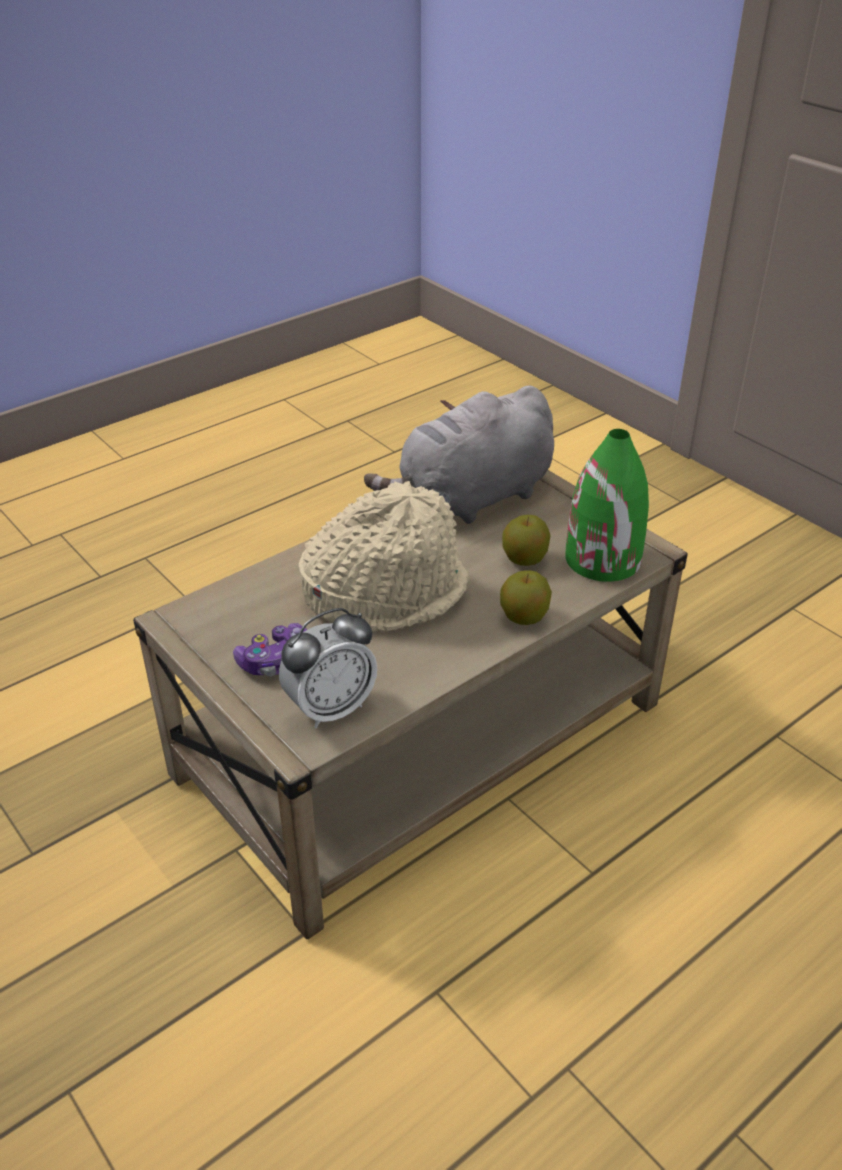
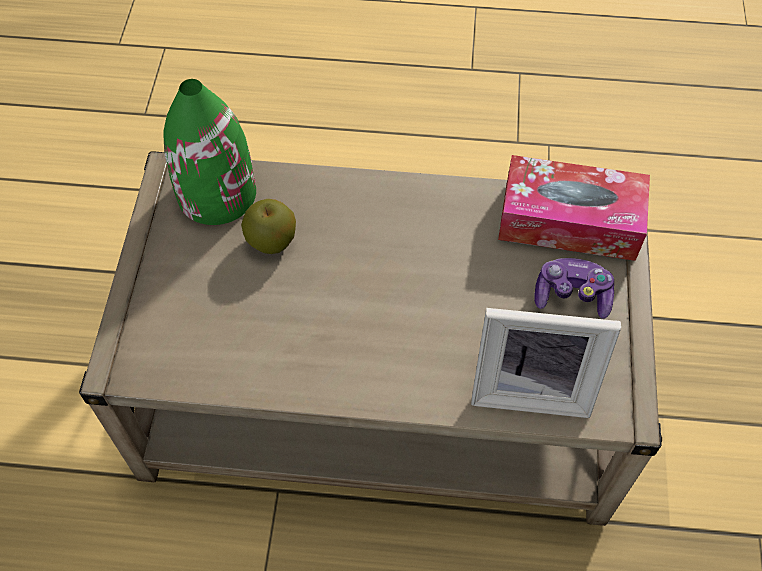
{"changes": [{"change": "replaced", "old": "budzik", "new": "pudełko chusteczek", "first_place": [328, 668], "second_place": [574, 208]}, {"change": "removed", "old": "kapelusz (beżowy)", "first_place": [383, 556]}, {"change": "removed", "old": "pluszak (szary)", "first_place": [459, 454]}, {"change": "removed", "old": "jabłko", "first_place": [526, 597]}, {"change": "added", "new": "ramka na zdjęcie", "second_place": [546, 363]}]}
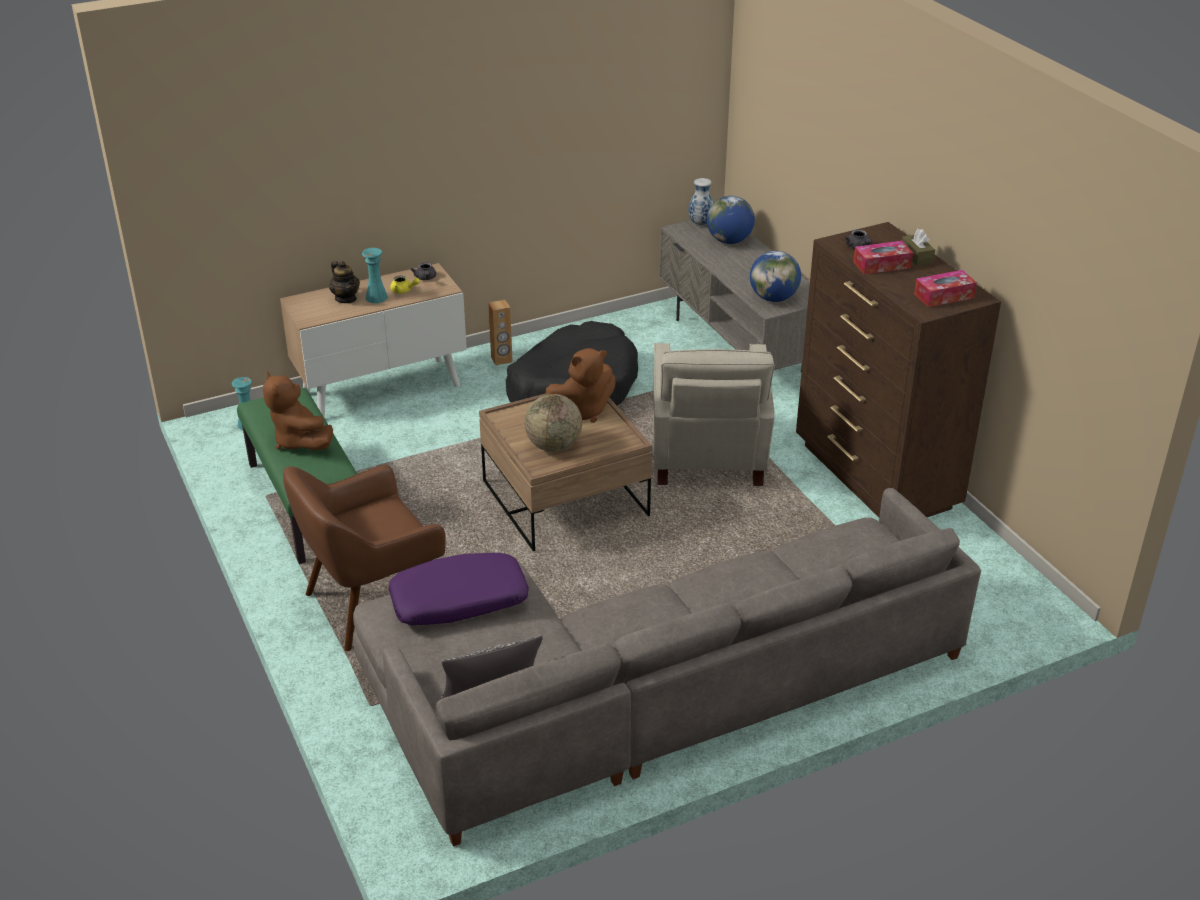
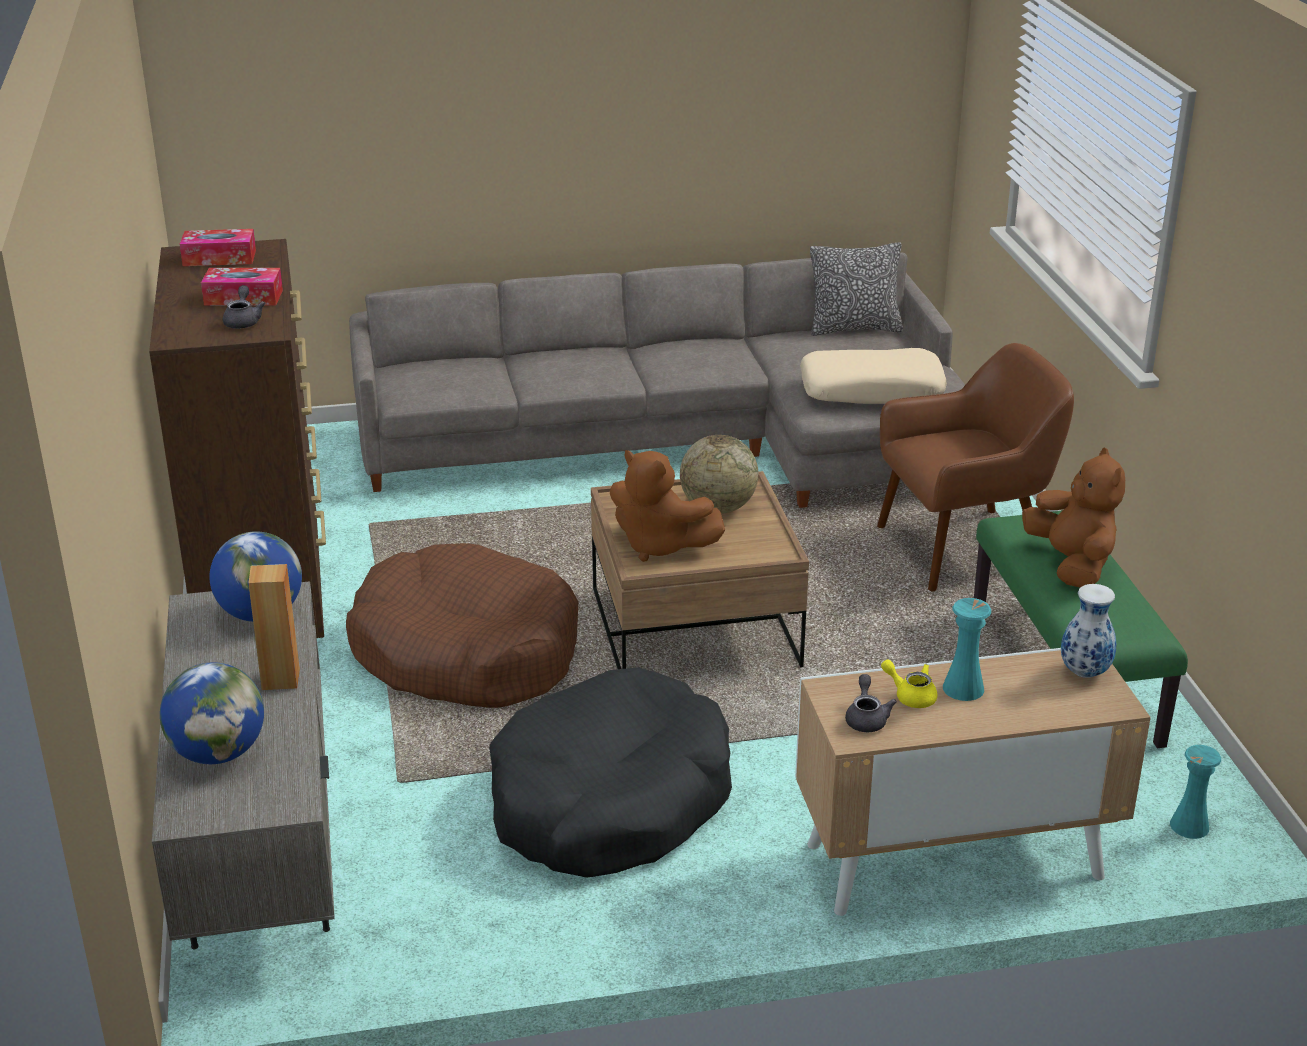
{"changes": [{"change": "removed", "old": "imbryk", "first_place": [344, 282]}, {"change": "recoloured", "old": "poduszka (fioletowy)", "new": "poduszka (beżowy)", "first_place": [458, 589], "second_place": [873, 376]}, {"change": "moved", "old": "głośnik (brązowy)", "first_place": [500, 332], "second_place": [274, 627]}, {"change": "turned", "old": "pluszak (brązowy)", "first_place": [581, 385], "second_place": [667, 506], "degrees": -135}, {"change": "replaced", "old": "fotel (beżowy)", "new": "legowisko (brązowy)", "first_place": [714, 414], "second_place": [462, 625]}, {"change": "moved", "old": "wazon", "first_place": [700, 202], "second_place": [1088, 631]}, {"change": "removed", "old": "pudełko chusteczek (brązowy)", "first_place": [918, 247]}]}
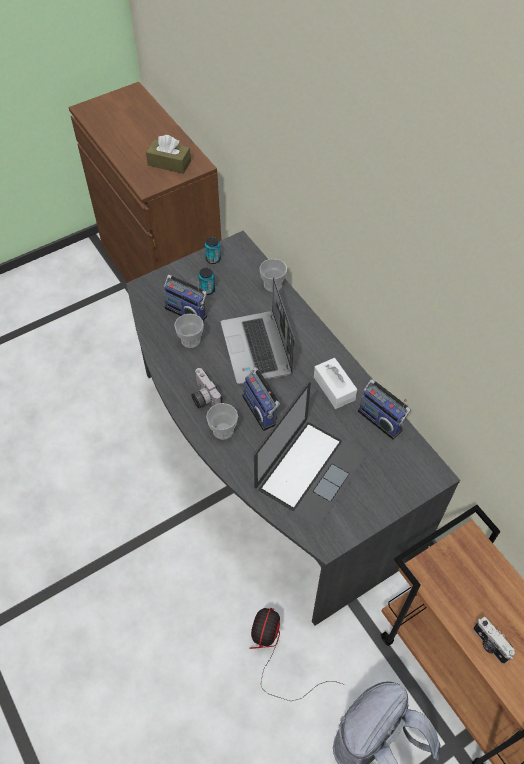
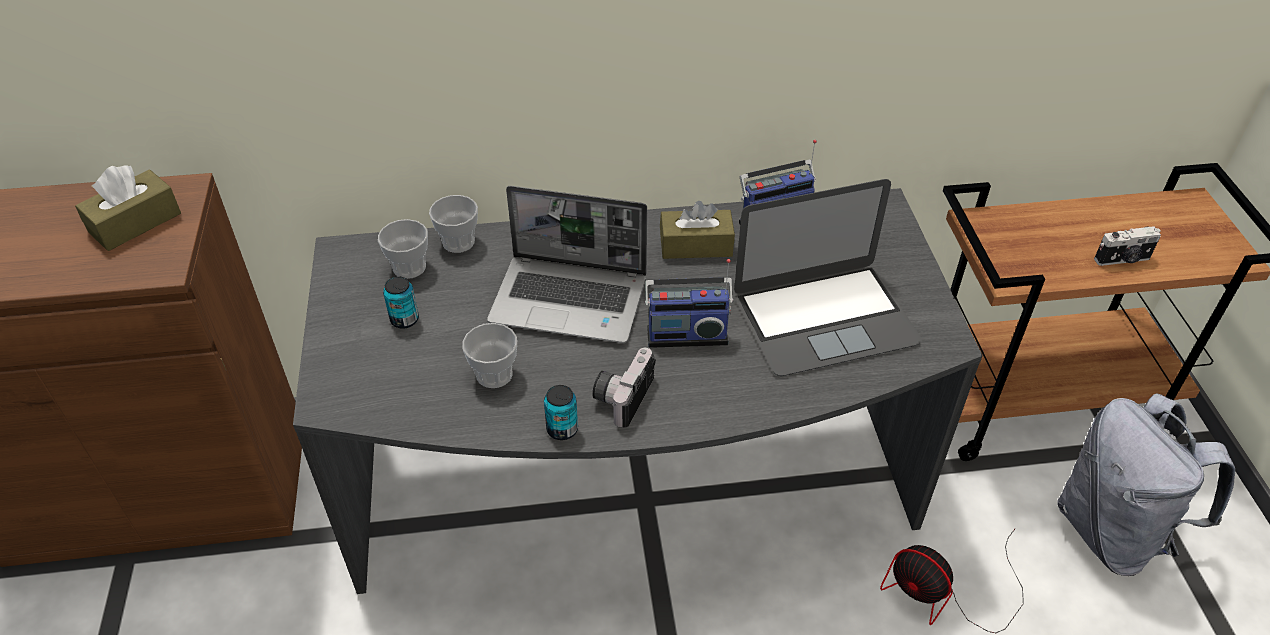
{"changes": [{"change": "removed", "old": "radio", "first_place": [185, 298]}, {"change": "turned", "old": "aparat fotograficzny", "first_place": [207, 388], "second_place": [624, 388], "degrees": 120}, {"change": "moved", "old": "puszka", "first_place": [213, 250], "second_place": [561, 412]}, {"change": "moved", "old": "filiżanka", "first_place": [222, 421], "second_place": [403, 249]}, {"change": "turned", "old": "laptop", "first_place": [310, 454], "second_place": [828, 277], "degrees": 105}, {"change": "recoloured", "old": "pudełko chusteczek (biały)", "new": "pudełko chusteczek (brązowy)", "first_place": [335, 383], "second_place": [697, 230]}]}
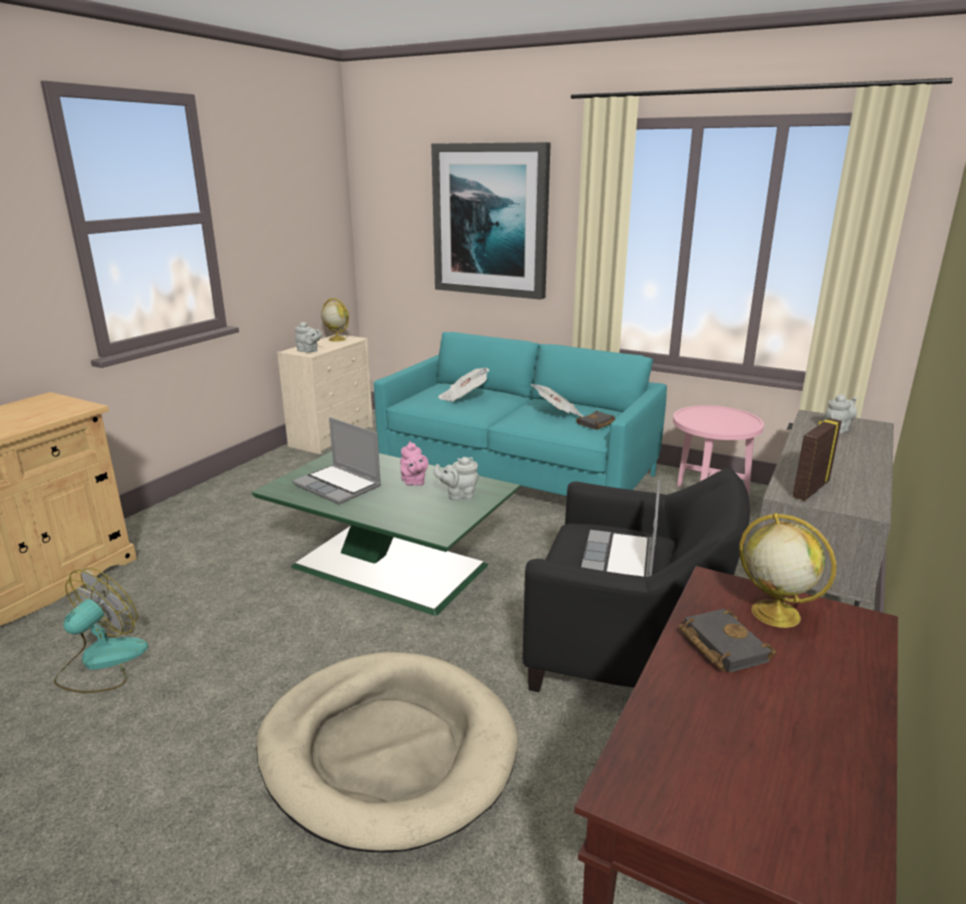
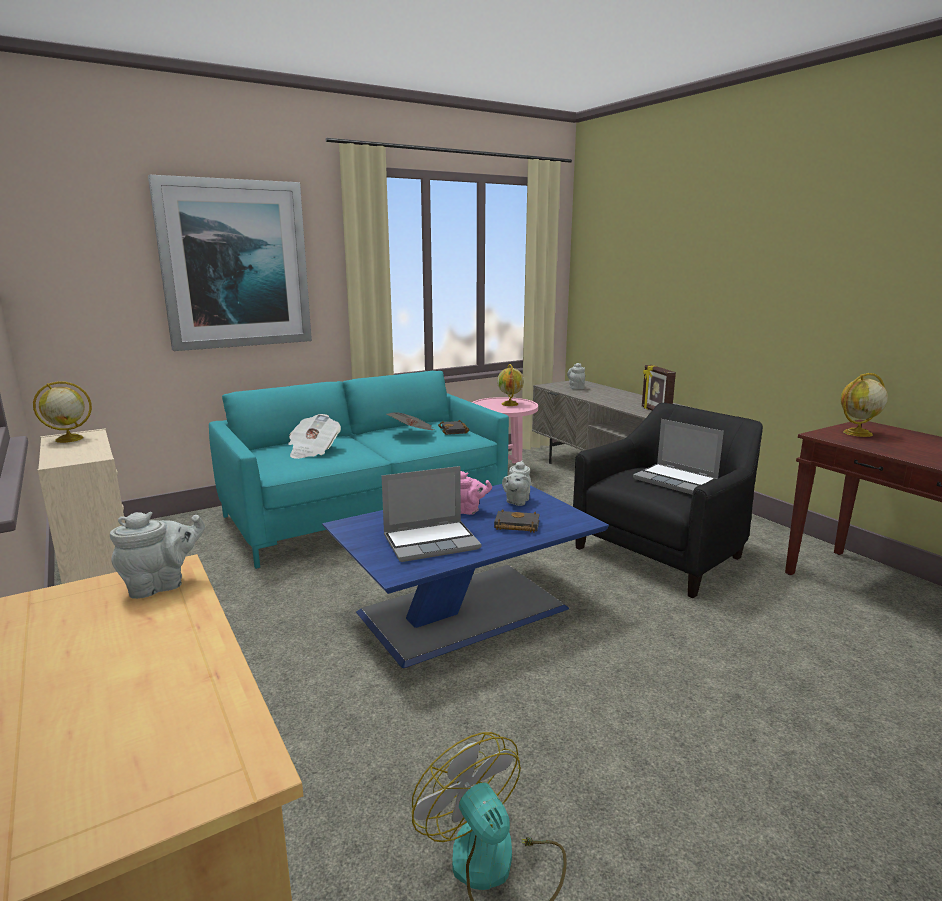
{"changes": [{"change": "recoloured", "old": "ława (zielony)", "new": "ława (niebieski)", "first_place": [385, 533], "second_place": [465, 576]}, {"change": "removed", "old": "legowisko (beżowy)", "first_place": [387, 752]}, {"change": "moved", "old": "imbryk (szary)", "first_place": [308, 337], "second_place": [157, 555]}, {"change": "moved", "old": "książka (czarny)", "first_place": [727, 641], "second_place": [517, 521]}, {"change": "added", "new": "globus", "second_place": [510, 385]}]}
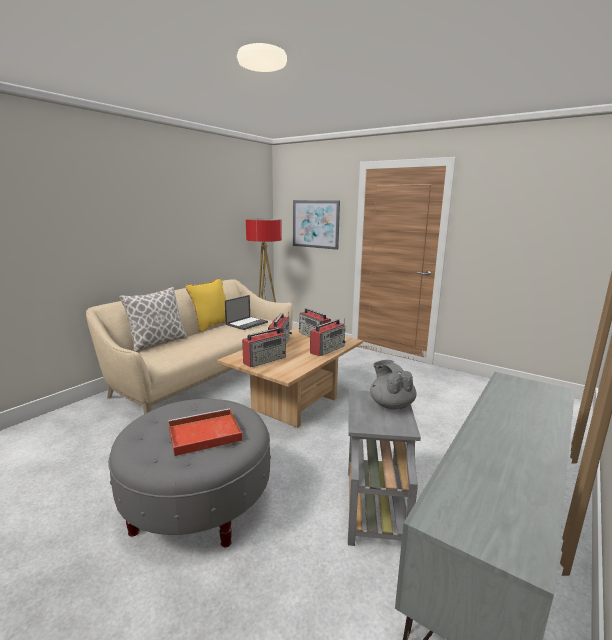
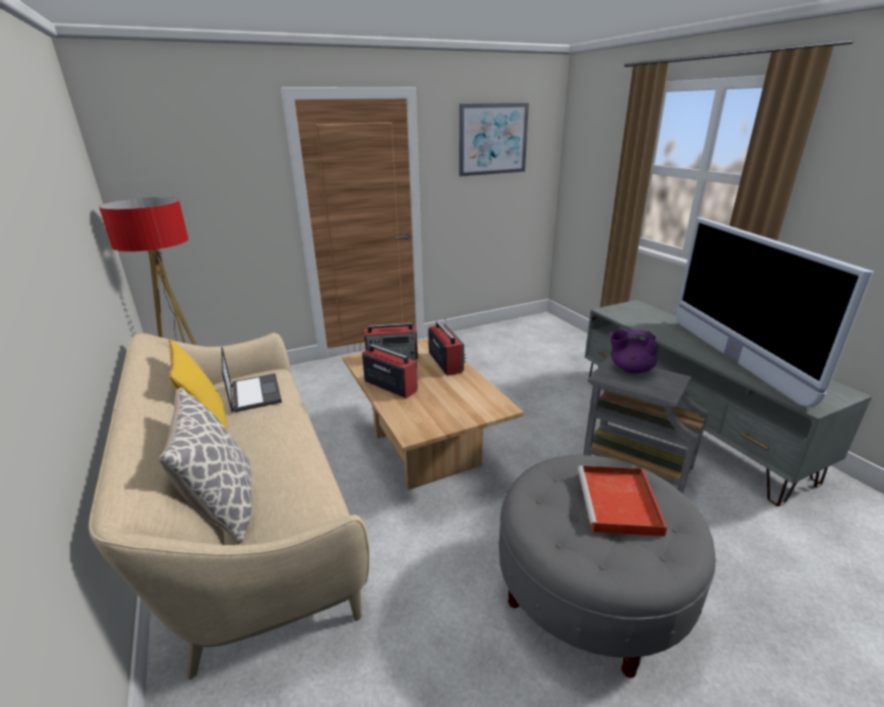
{"changes": [{"change": "removed", "old": "radio", "first_place": [264, 347]}, {"change": "moved", "old": "obraz", "first_place": [316, 225], "second_place": [494, 139]}, {"change": "recoloured", "old": "imbryk (szary)", "new": "imbryk (fioletowy)", "first_place": [393, 385], "second_place": [633, 351]}, {"change": "added", "new": "telewizor", "second_place": [775, 312]}]}
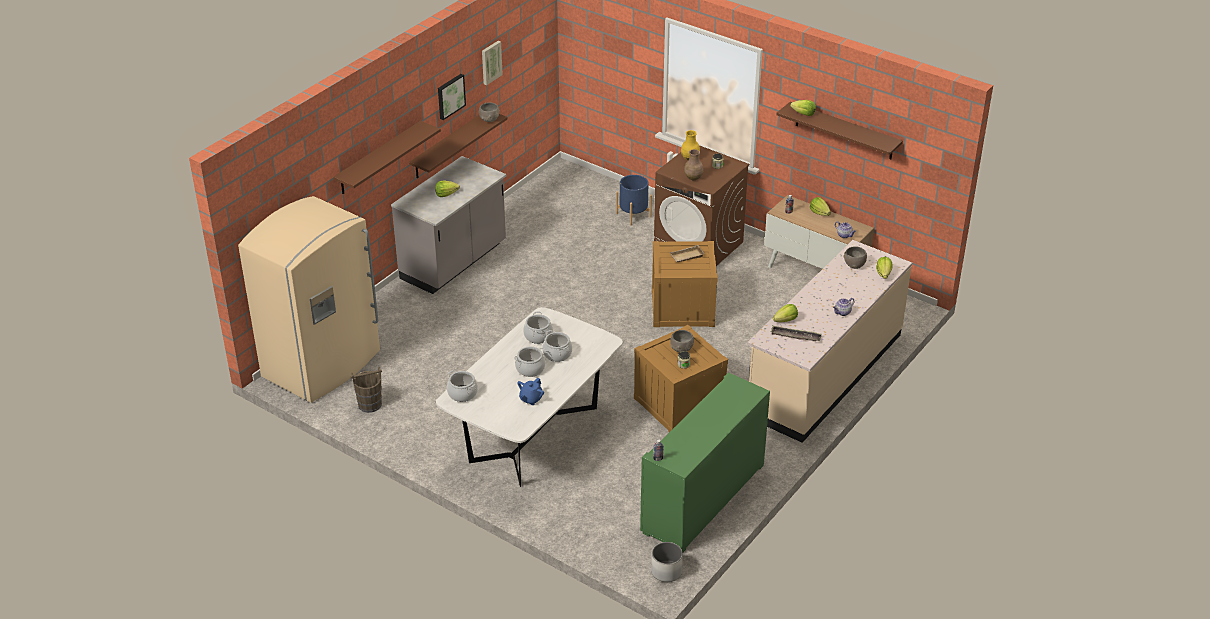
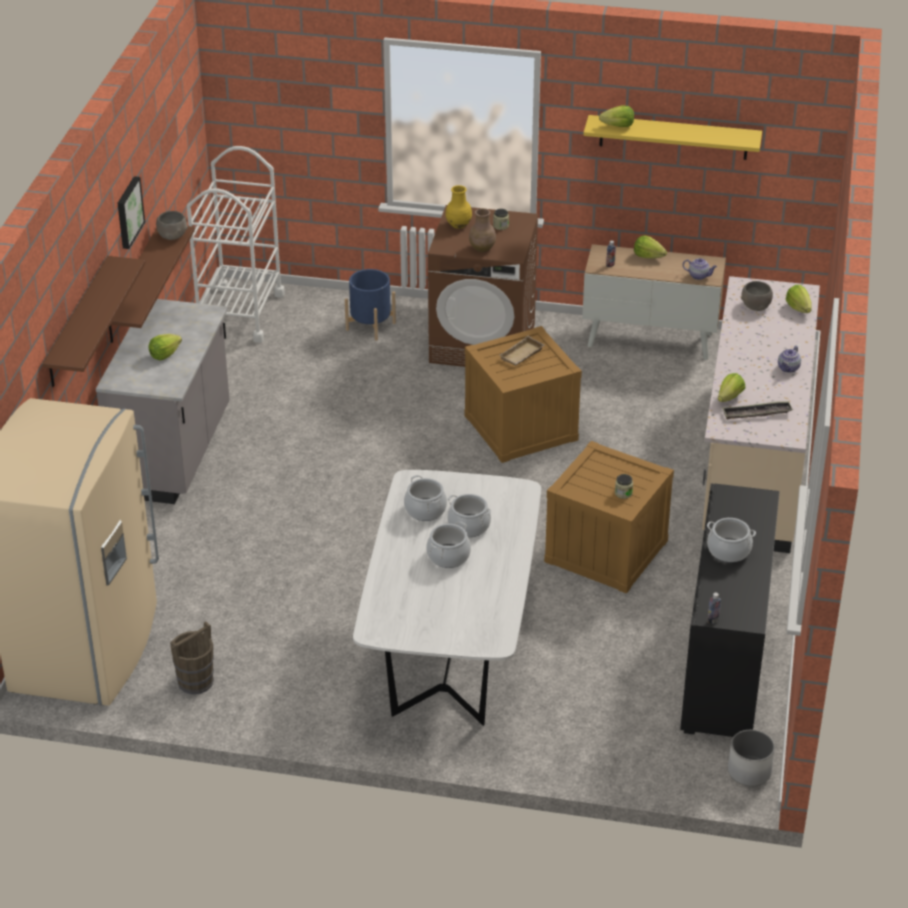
{"changes": [{"change": "moved", "old": "garnek", "first_place": [462, 386], "second_place": [731, 540]}, {"change": "removed", "old": "obraz", "first_place": [492, 63]}, {"change": "removed", "old": "imbryk (niebieski)", "first_place": [530, 391]}, {"change": "recoloured", "old": "szafka (zielony)", "new": "szafka (czarny)", "first_place": [705, 462], "second_place": [730, 610]}, {"change": "removed", "old": "miska (szary)", "first_place": [682, 341]}, {"change": "recoloured", "old": "półka (brązowy)", "new": "półka (żółty)", "first_place": [839, 130], "second_place": [672, 137]}, {"change": "added", "new": "wózek (biały)", "second_place": [236, 244]}]}
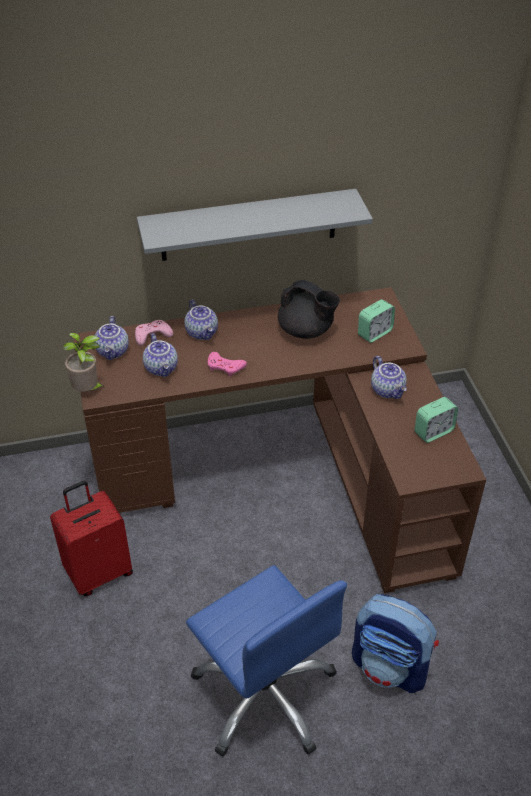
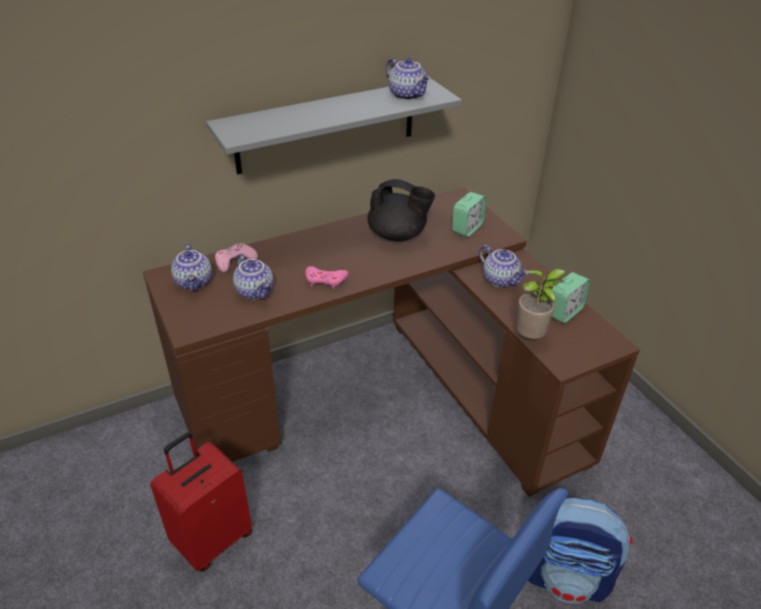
{"changes": [{"change": "moved", "old": "roślina doniczkowa", "first_place": [83, 362], "second_place": [541, 304]}, {"change": "moved", "old": "imbryk", "first_place": [201, 319], "second_place": [408, 79]}]}
